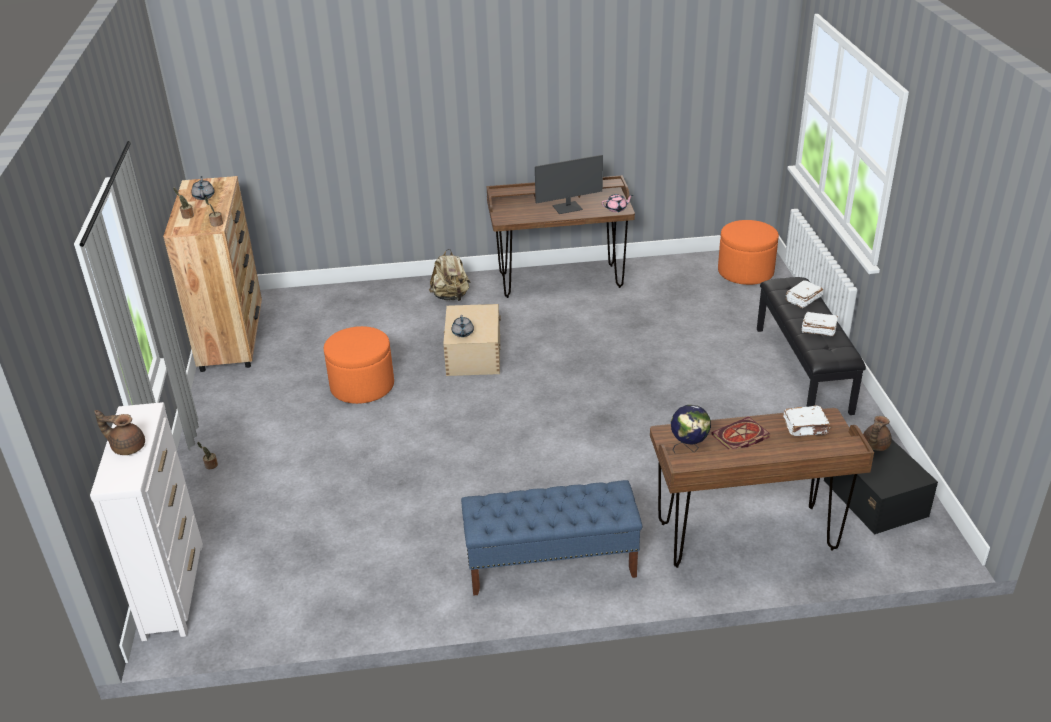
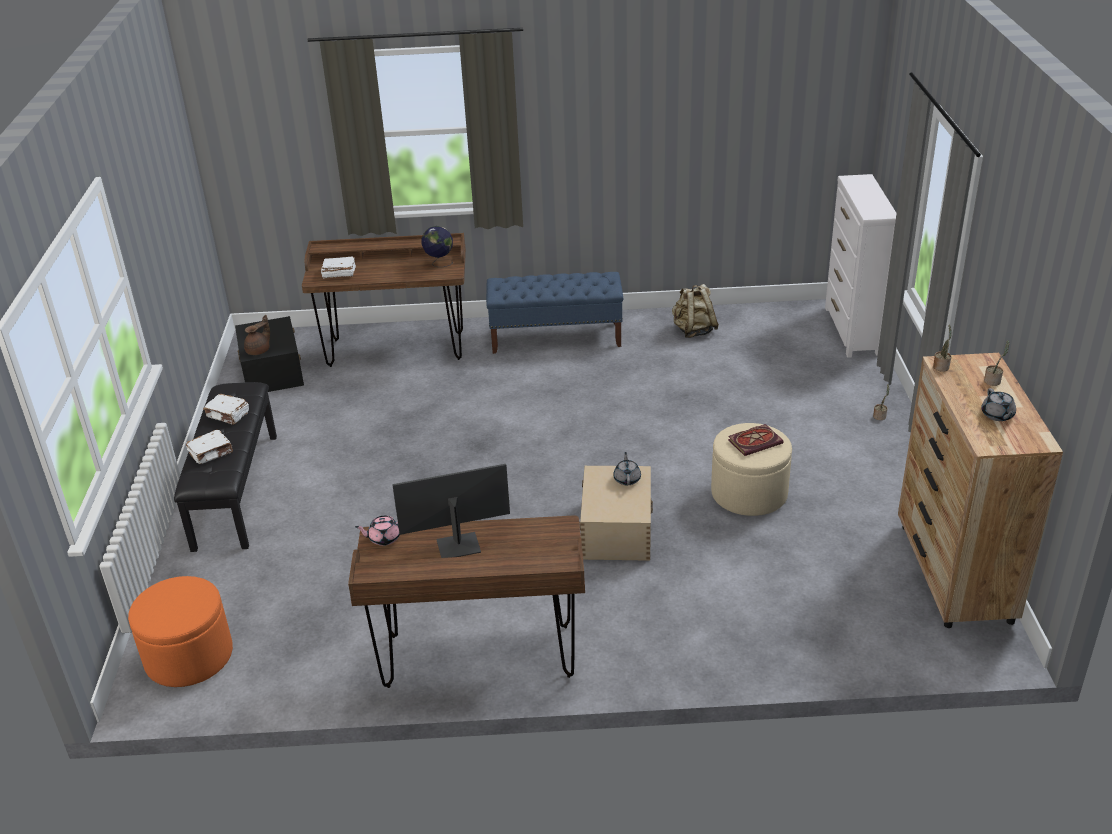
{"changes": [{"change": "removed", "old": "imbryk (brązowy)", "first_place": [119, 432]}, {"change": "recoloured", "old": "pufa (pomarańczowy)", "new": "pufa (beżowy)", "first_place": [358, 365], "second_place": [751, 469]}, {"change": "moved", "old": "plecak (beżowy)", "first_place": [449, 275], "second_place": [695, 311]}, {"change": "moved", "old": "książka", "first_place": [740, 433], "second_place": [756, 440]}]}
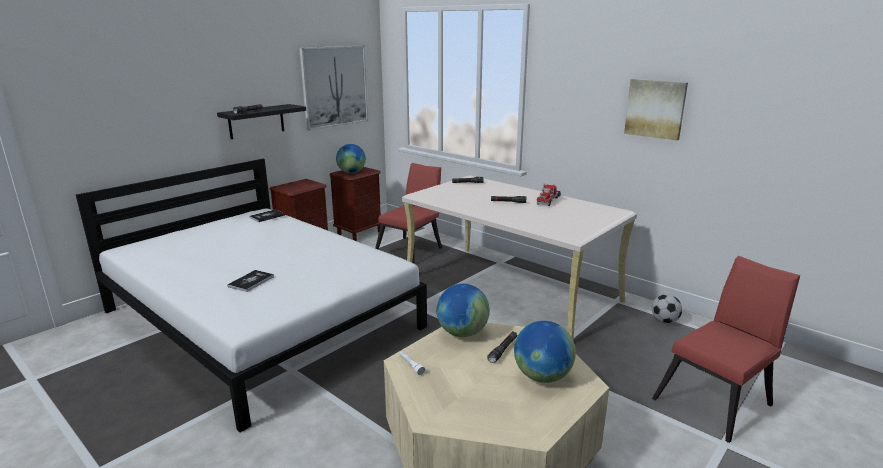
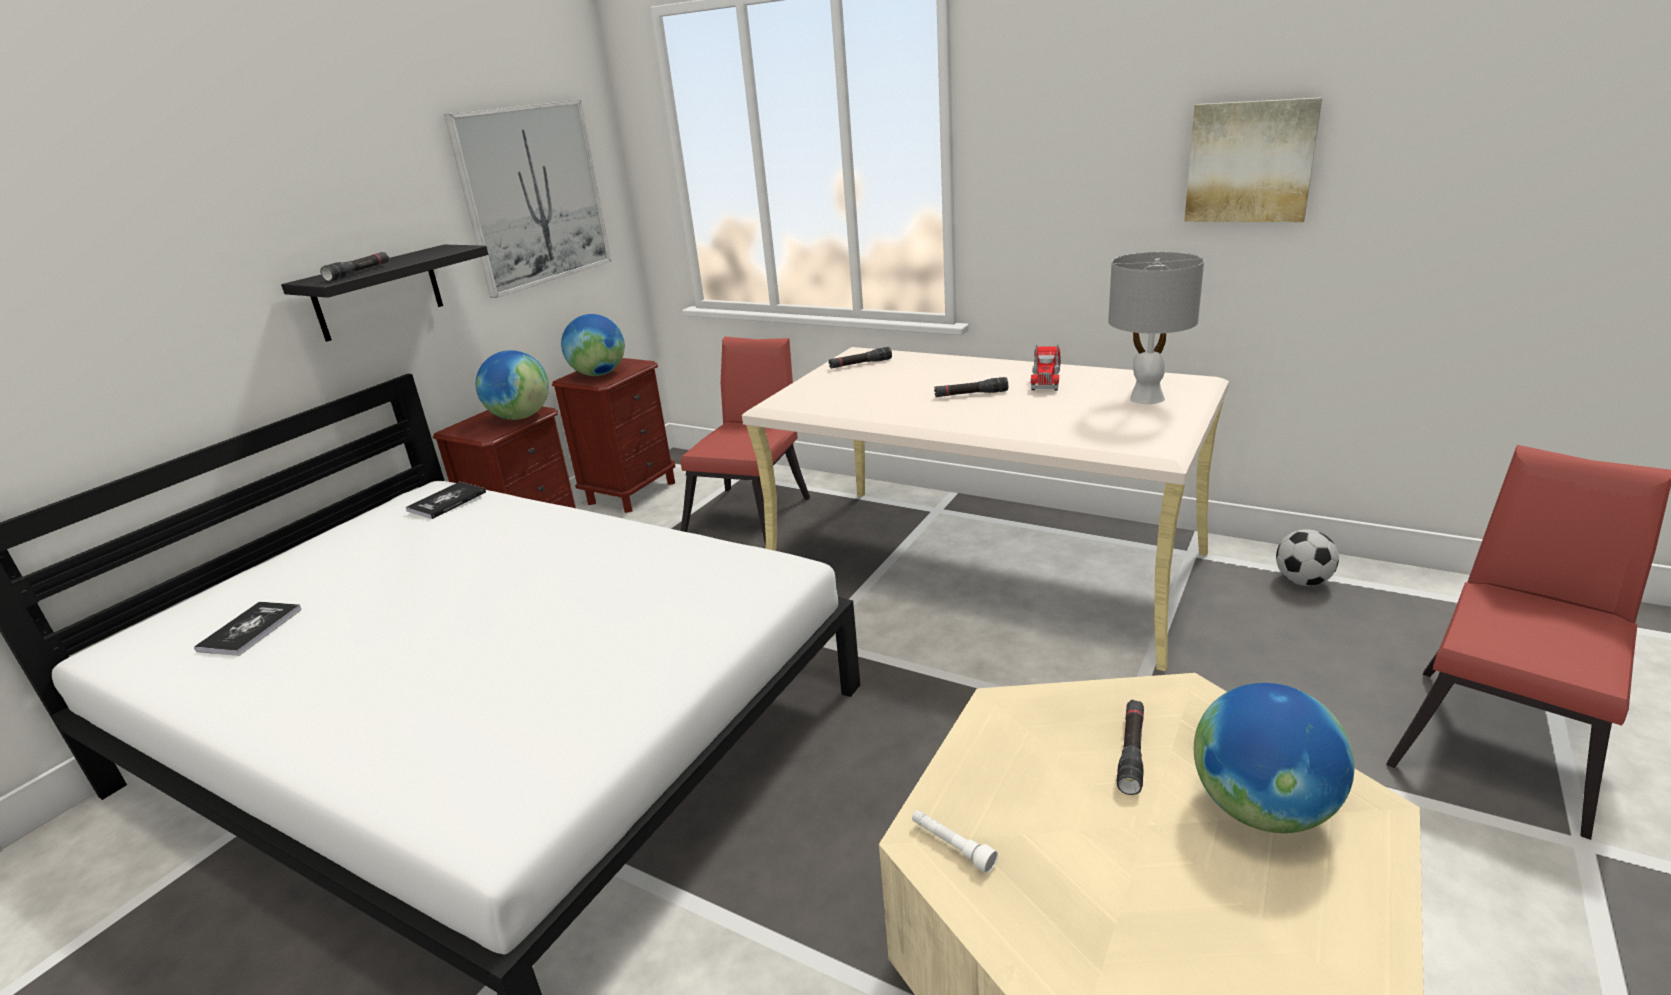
{"changes": [{"change": "moved", "old": "książka", "first_place": [251, 281], "second_place": [248, 629]}, {"change": "moved", "old": "globus", "first_place": [463, 310], "second_place": [512, 385]}, {"change": "added", "new": "lampa stołowa (szary)", "second_place": [1156, 328]}]}
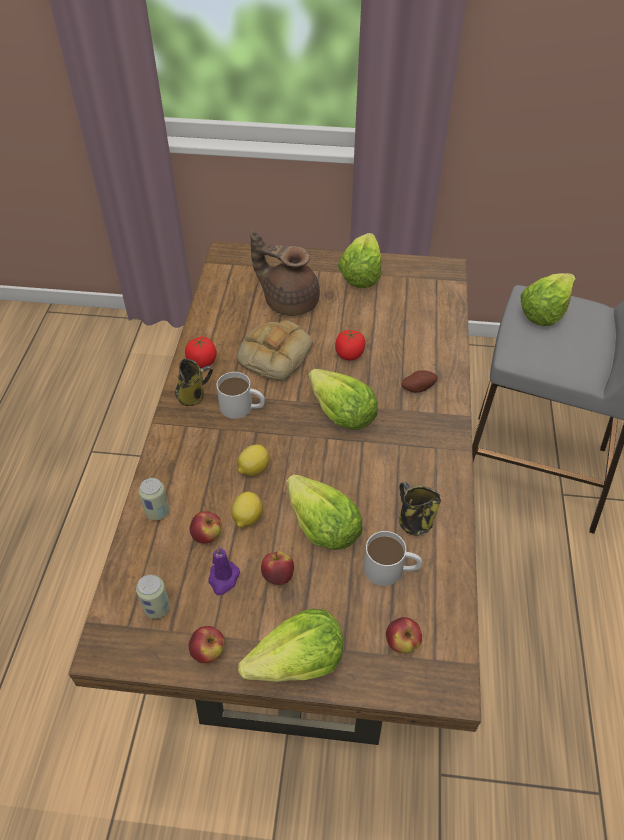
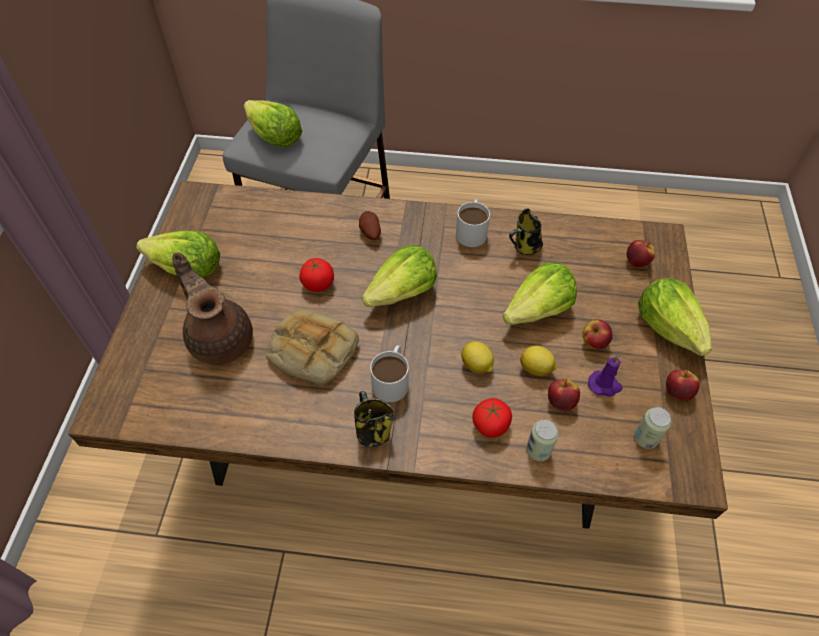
{"changes": [{"change": "moved", "old": "pomidor", "first_place": [200, 352], "second_place": [492, 418]}, {"change": "turned", "old": "imbryk (brązowy)", "first_place": [285, 273], "second_place": [212, 308], "degrees": 120}, {"change": "moved", "old": "kubek (biały)", "first_place": [393, 558], "second_place": [473, 223]}]}
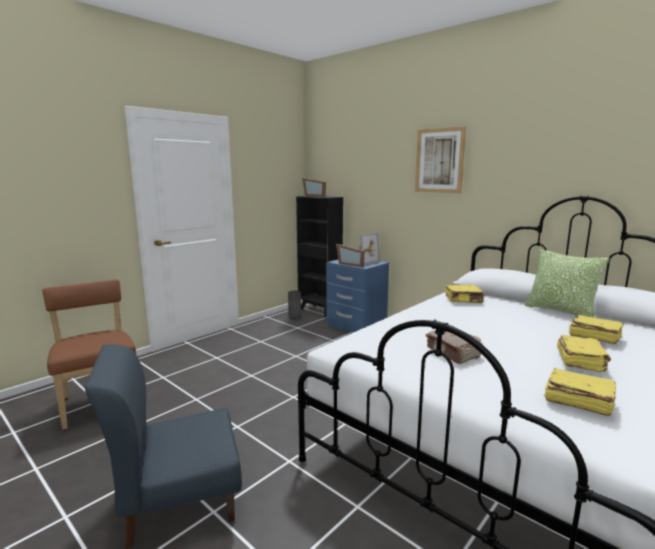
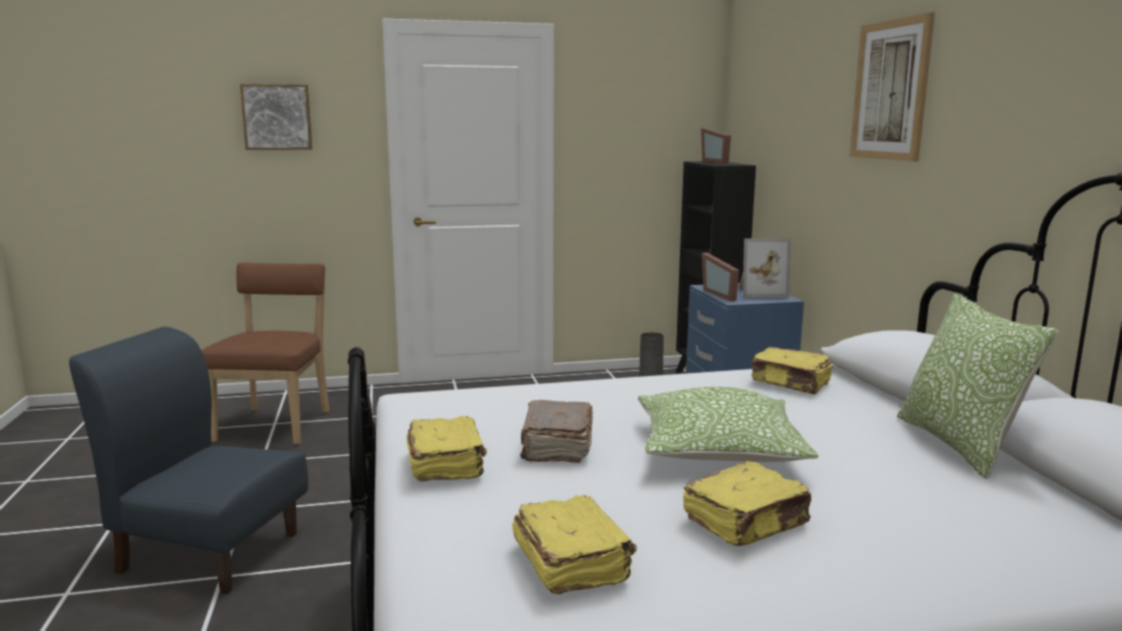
{"changes": [{"change": "moved", "old": "książka (żółty)", "first_place": [596, 329], "second_place": [447, 449]}, {"change": "added", "new": "obraz", "second_place": [276, 117]}, {"change": "added", "new": "poduszka", "second_place": [728, 424]}]}
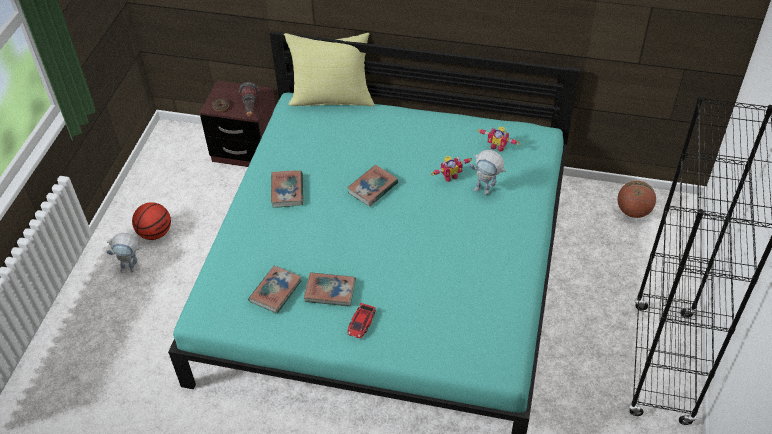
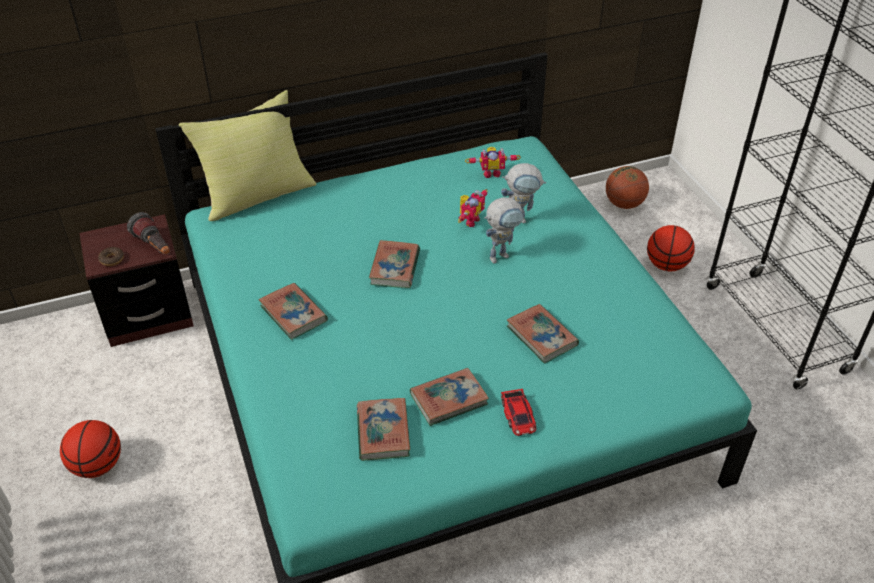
{"changes": [{"change": "moved", "old": "robot zabawkowy", "first_place": [124, 253], "second_place": [504, 230]}, {"change": "added", "new": "książka", "second_place": [543, 334]}, {"change": "added", "new": "piłka do koszykówki", "second_place": [671, 248]}]}
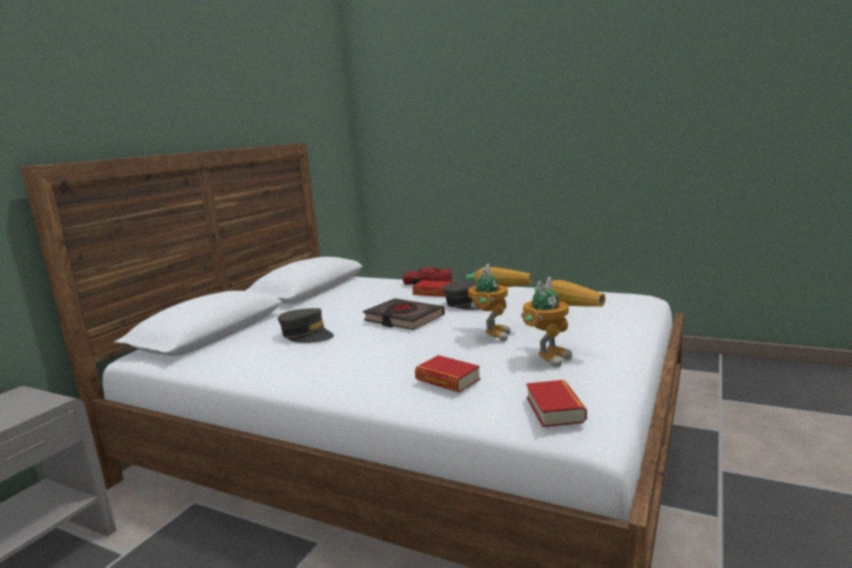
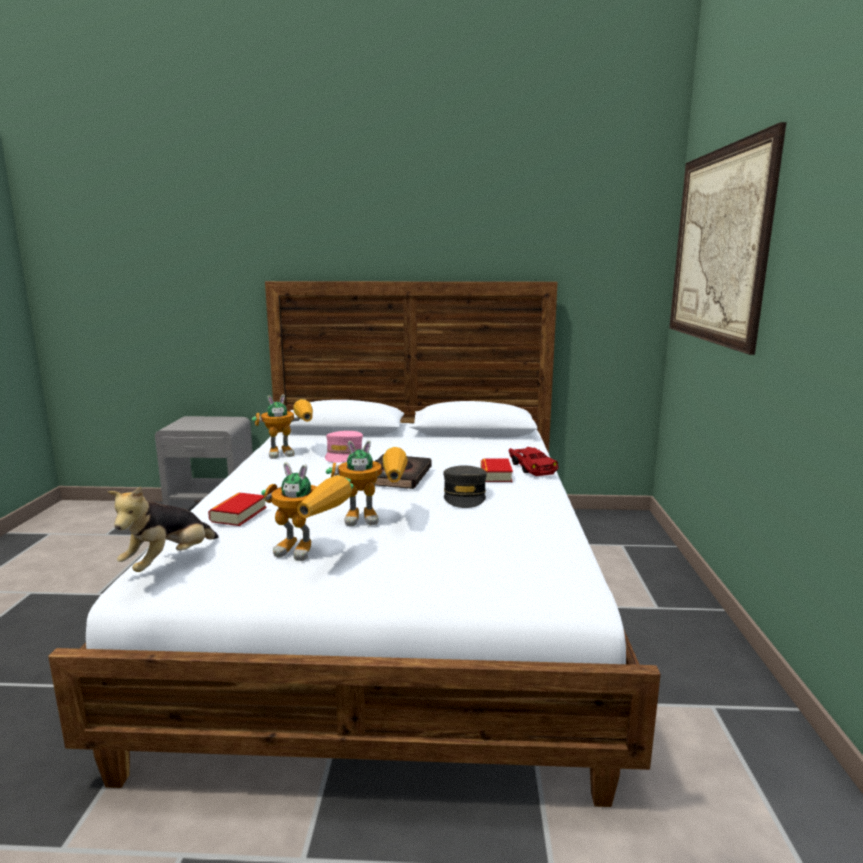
{"changes": [{"change": "recoloured", "old": "czapka z daszkiem (szary)", "new": "czapka z daszkiem (różowy)", "first_place": [306, 325], "second_place": [344, 447]}, {"change": "replaced", "old": "książka", "new": "pluszak", "first_place": [556, 403], "second_place": [163, 529]}, {"change": "added", "new": "robot zabawkowy", "second_place": [282, 426]}, {"change": "added", "new": "obraz", "second_place": [727, 238]}]}
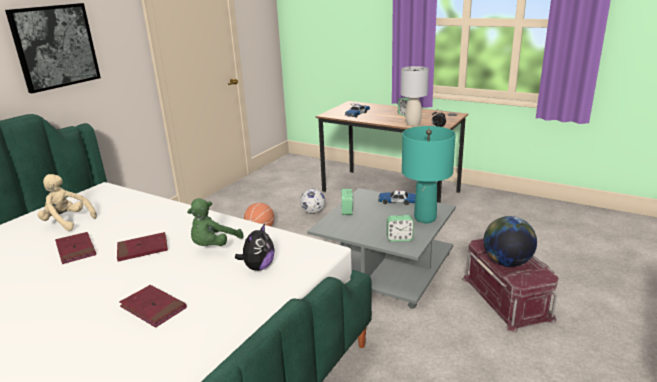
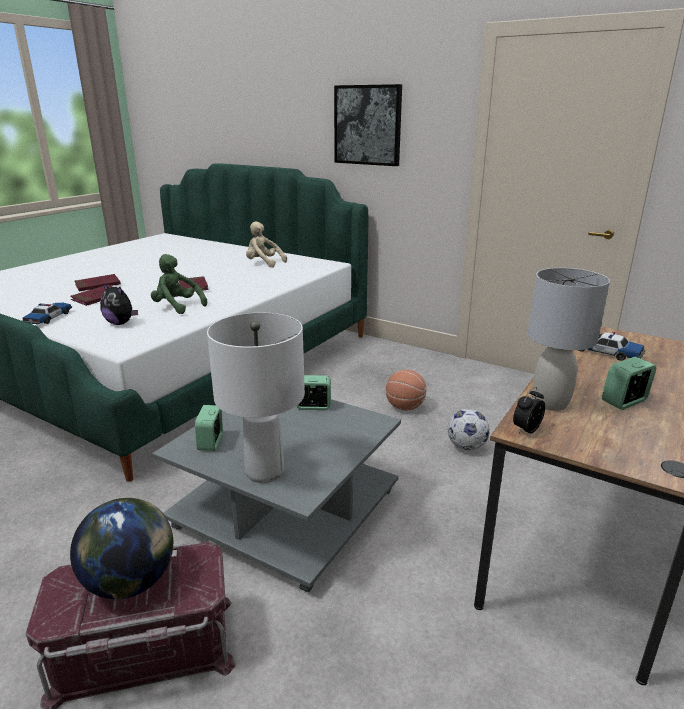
{"changes": [{"change": "turned", "old": "pluszak (beżowy)", "first_place": [67, 202], "second_place": [266, 244], "degrees": -90}, {"change": "moved", "old": "książka (czerwony)", "first_place": [75, 248], "second_place": [97, 283]}, {"change": "moved", "old": "samochodzik", "first_place": [397, 197], "second_place": [47, 314]}, {"change": "recoloured", "old": "lampa stołowa (turkusowy)", "new": "lampa stołowa (biały)", "first_place": [429, 174], "second_place": [256, 398]}]}
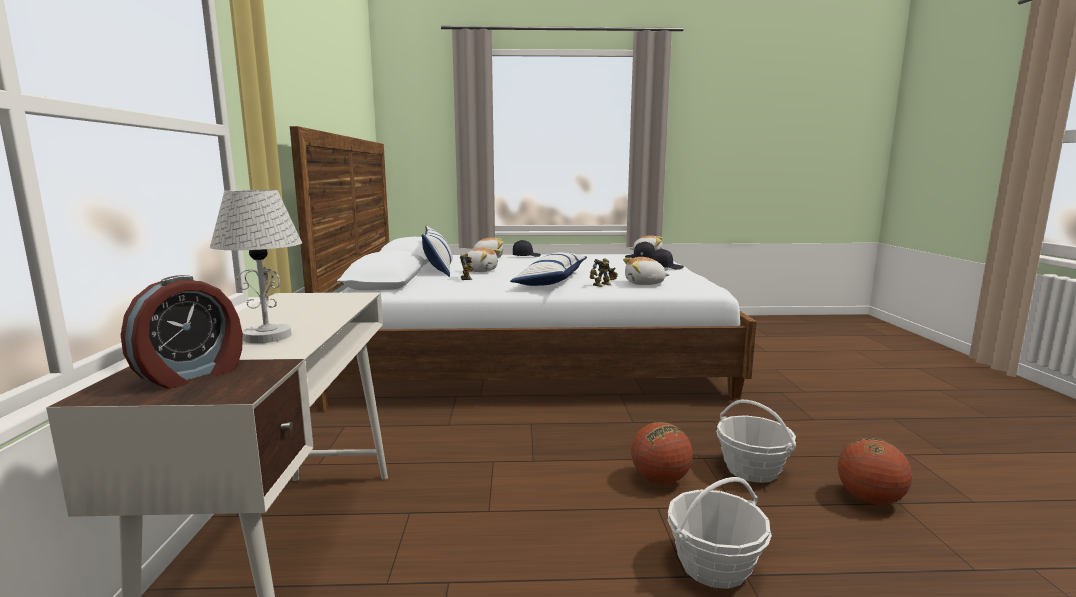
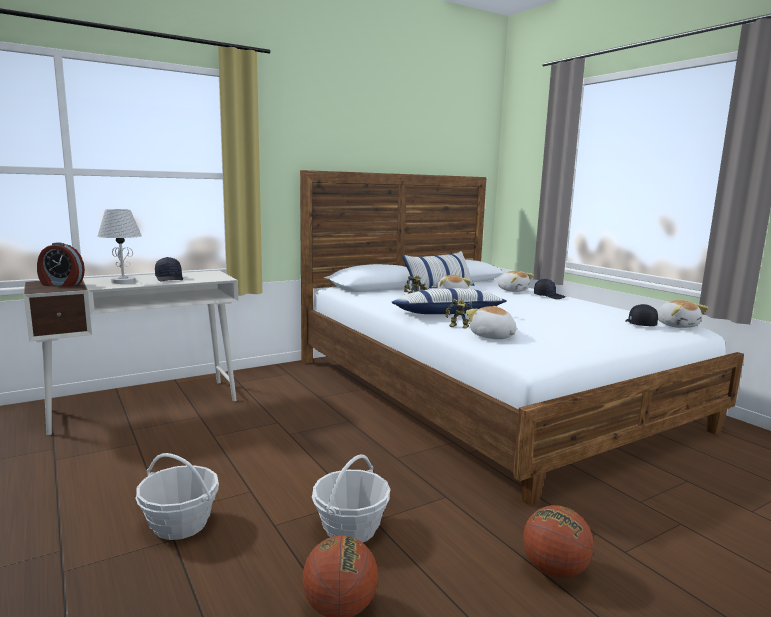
{"changes": [{"change": "moved", "old": "piłka do koszykówki", "first_place": [662, 453], "second_place": [558, 542]}, {"change": "moved", "old": "czapka z daszkiem (czarny)", "first_place": [667, 259], "second_place": [169, 269]}]}
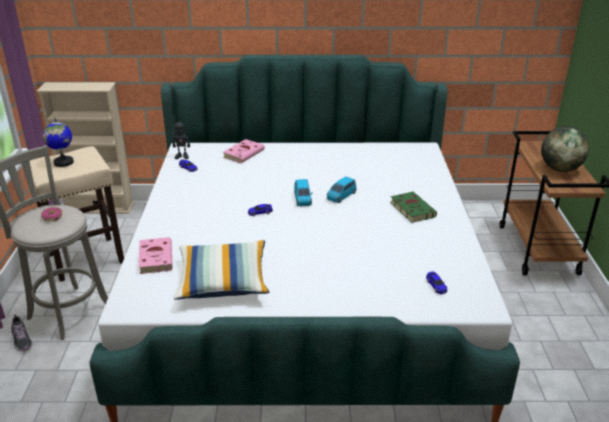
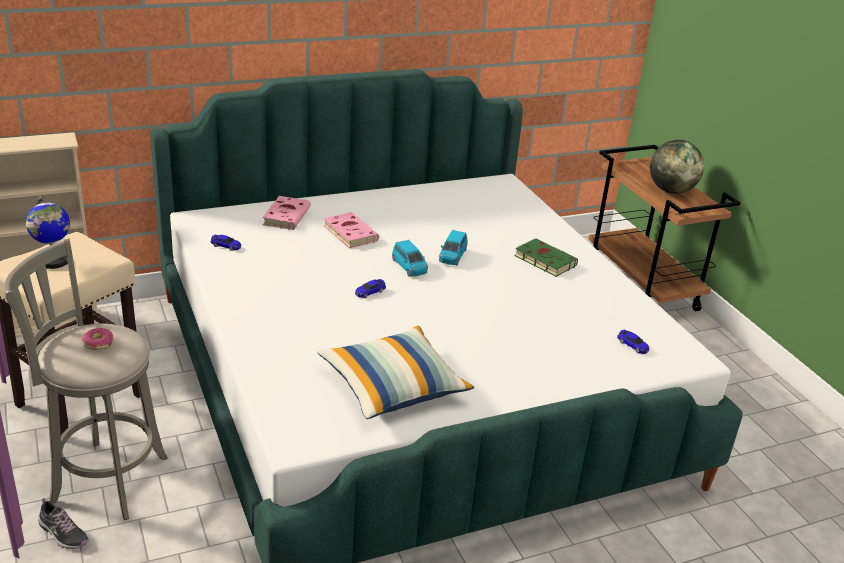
{"changes": [{"change": "moved", "old": "książka (różowy)", "first_place": [155, 255], "second_place": [351, 230]}, {"change": "removed", "old": "robot zabawkowy", "first_place": [181, 138]}]}
